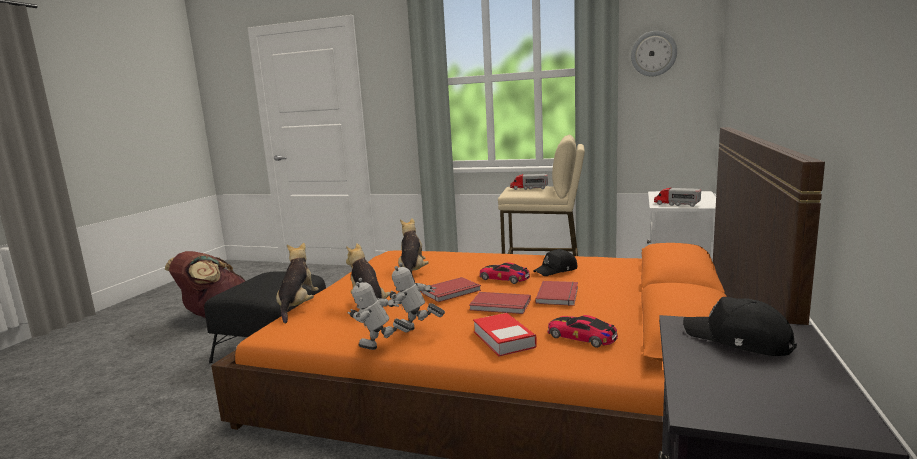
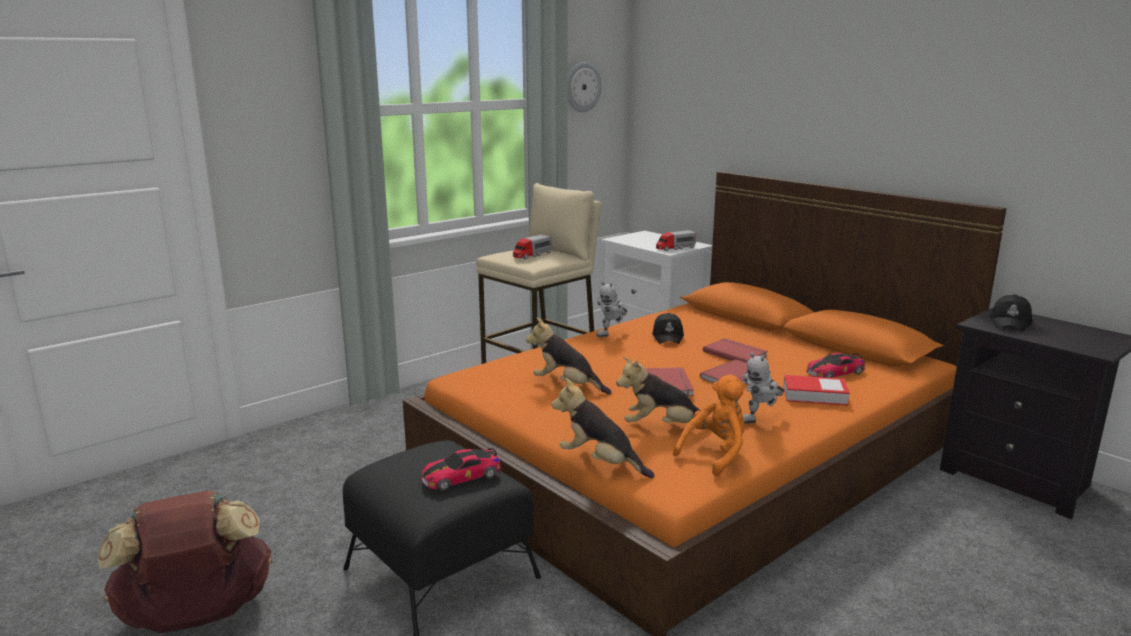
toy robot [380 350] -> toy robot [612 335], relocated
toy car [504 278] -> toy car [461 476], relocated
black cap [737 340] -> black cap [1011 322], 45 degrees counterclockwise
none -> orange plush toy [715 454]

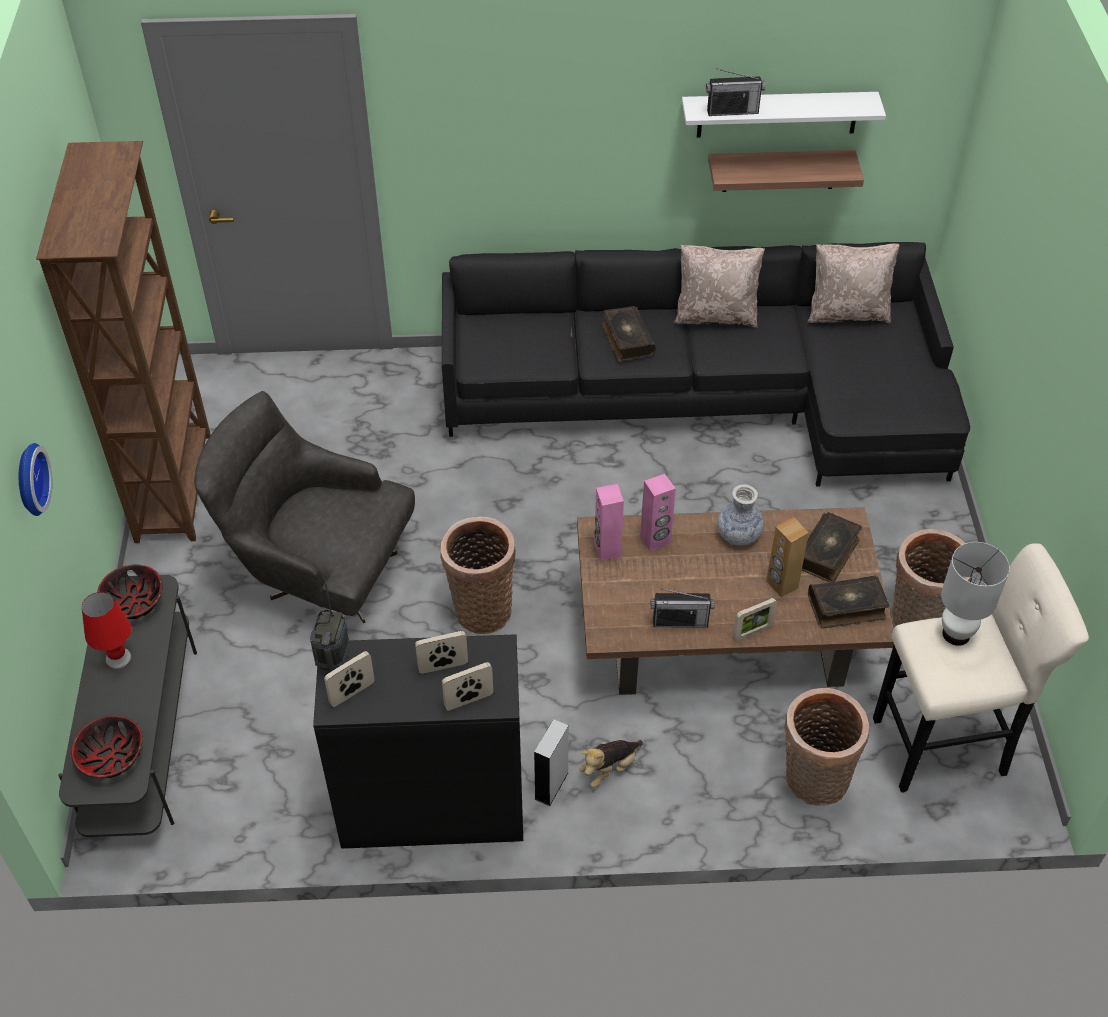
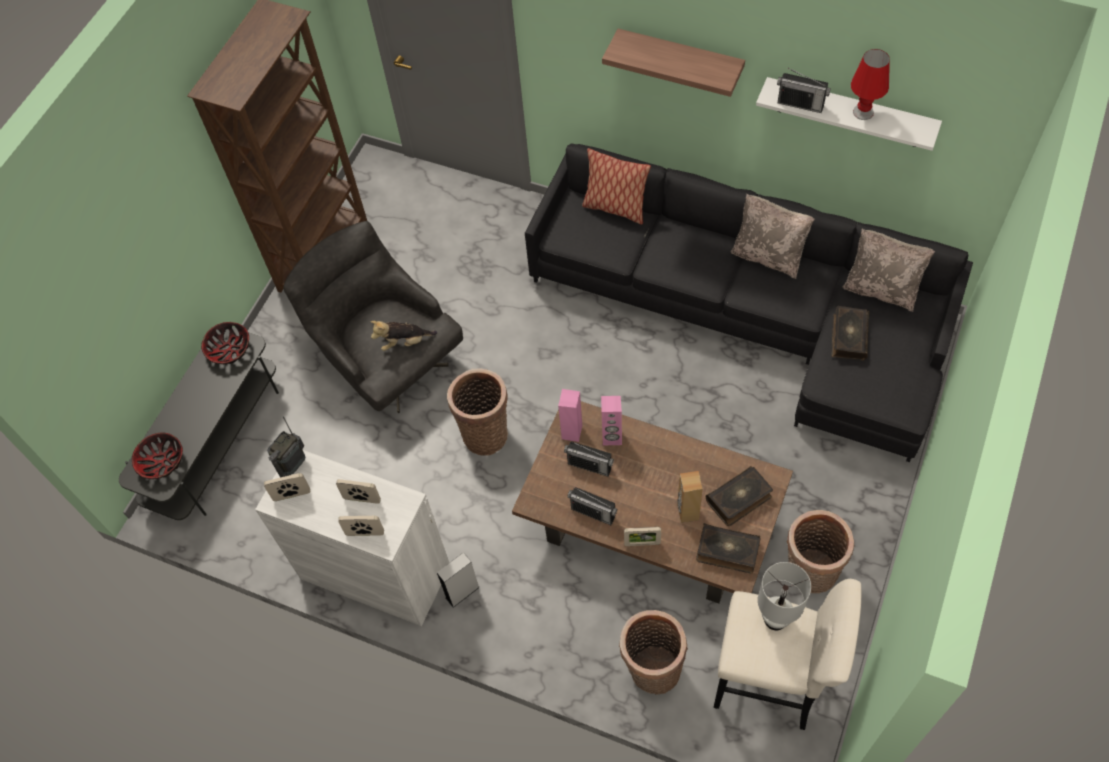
wall clock [28 479] -> none
red table lamp [118 658] -> red table lamp [863 112], relocated
black cabinet [432 804] -> white cabinet [375 572]
plush toy [609 768] -> plush toy [404 342], relocated
book [626 340] -> book [848 337], relocated
shelf [779 170] -> shelf [679 59], relocated
vase [738 535] -> none
none -> radio [589 465]
none -> pillow [615 208]

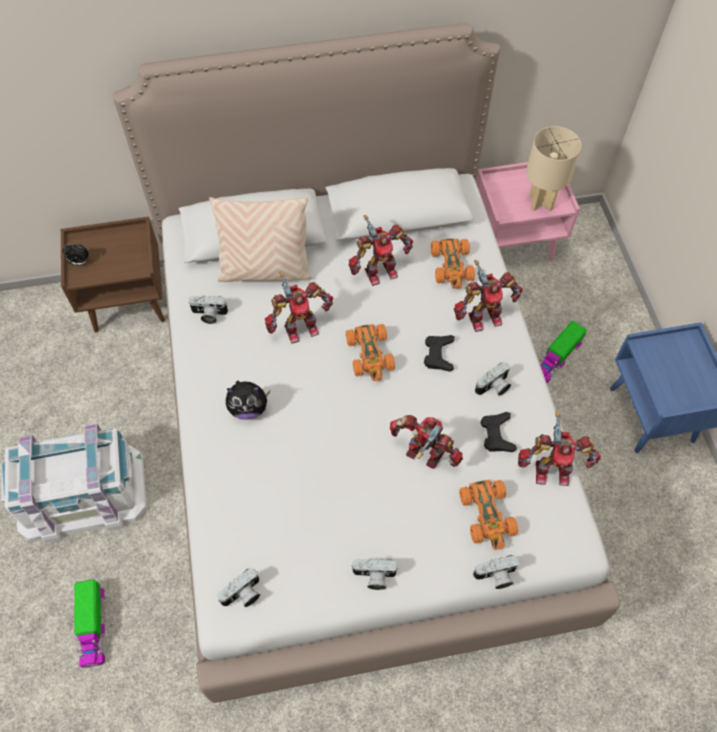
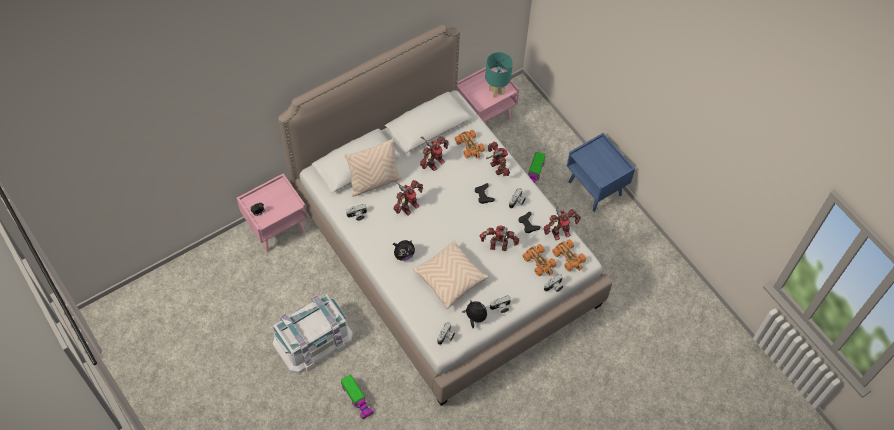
brown nightstand [129 302] -> pink nightstand [277 228]
orange toy car [370 355] -> orange toy car [569 257], relocated
toy robot [483 317] -> toy robot [497 168], 75 degrees counterclockwise
beige table lamp [540 202] -> turquoise table lamp [496 92]
none -> beige pillow [450 278]
none -> plush toy [475 318]

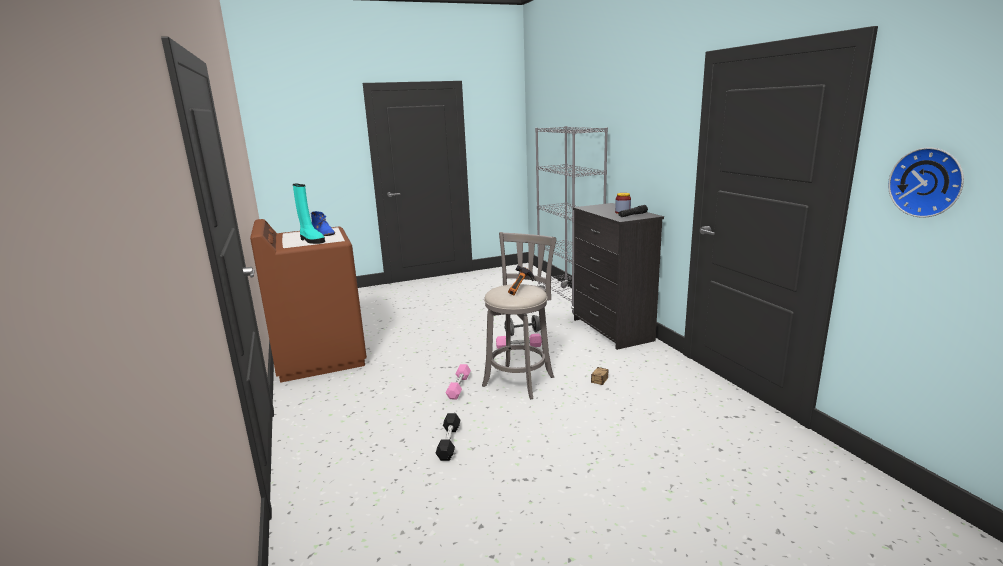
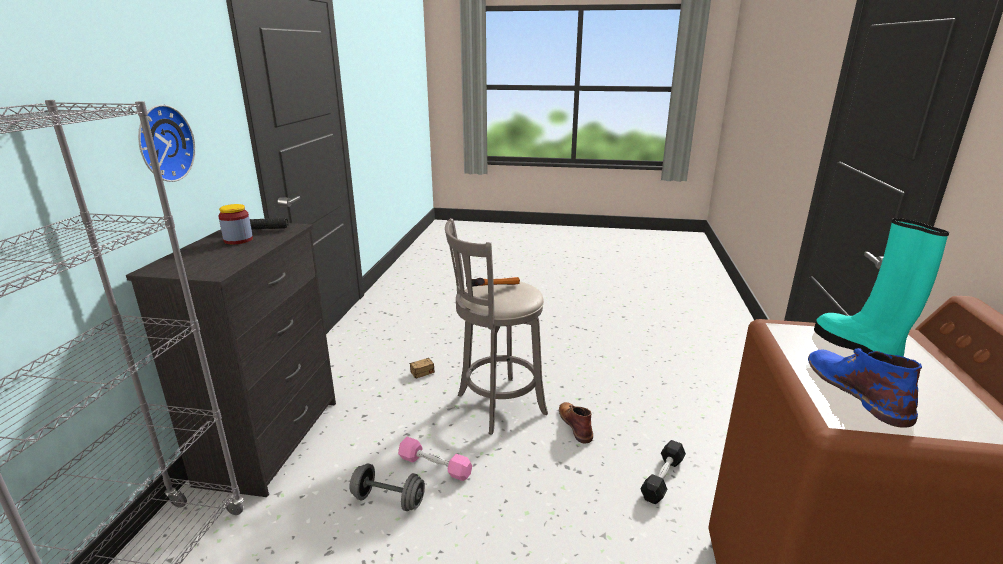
black dumbbell [449 442] -> black dumbbell [662 478], relocated
pink dumbbell [459 387] -> brown boot [575 424]
wall clock [927 182] -> wall clock [162 143], relocated

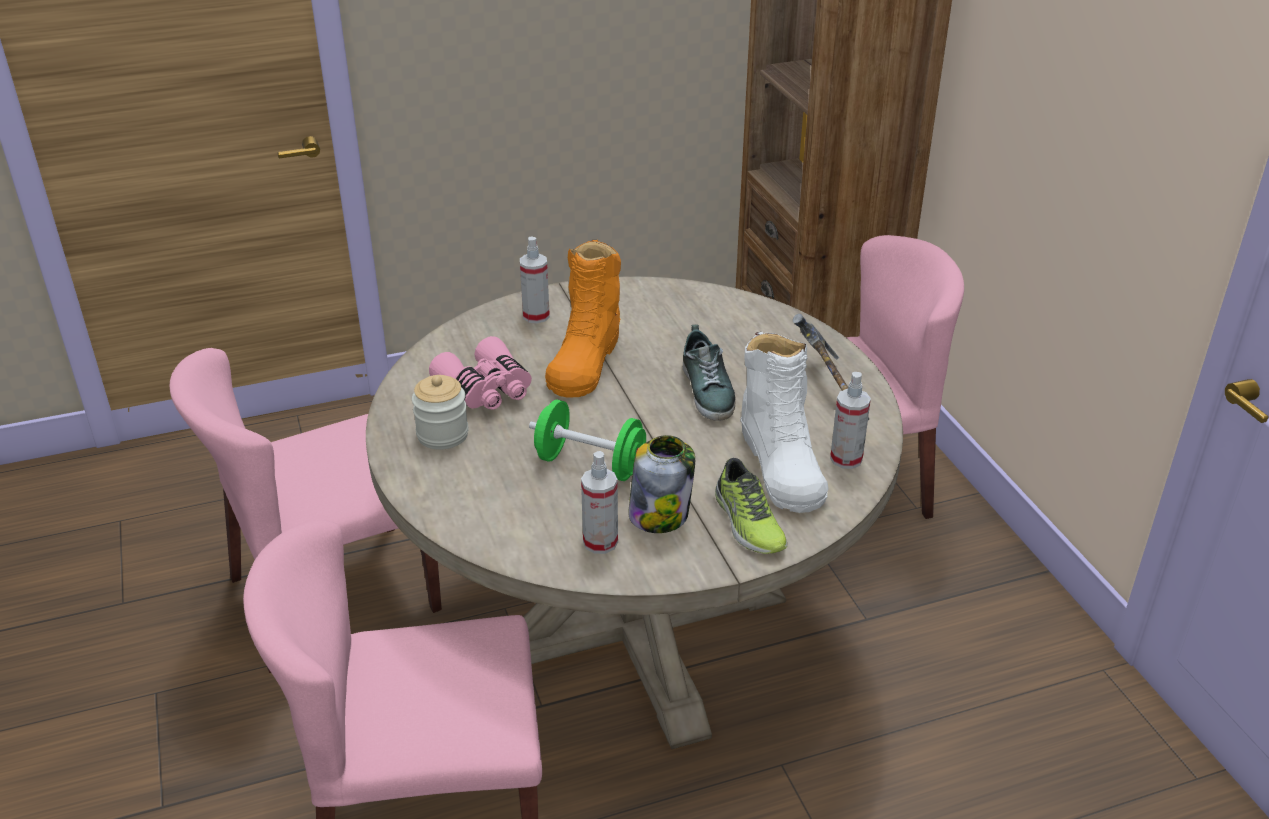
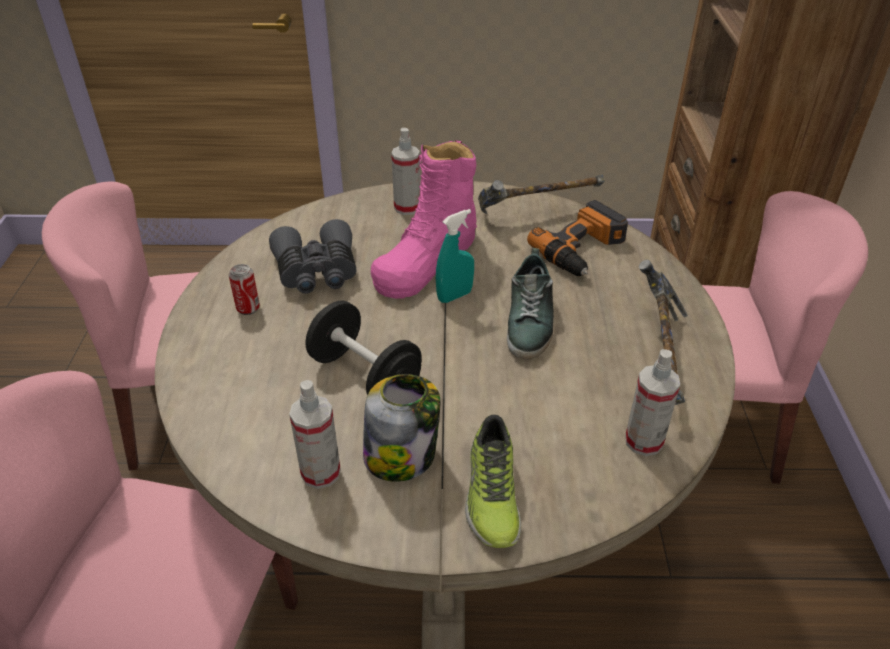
jar [442 435] -> can [248 308]
pink binoculars [486 390] -> grey binoculars [317 271]
green dumbbell [590 464] -> black dumbbell [365 376]
orange boot [585 360] -> pink boot [426 261]
white boot [781 464] -> none
none -> turquoise spray bottle [454 296]
none -> hammer [537 214]
none -> power drill [583 250]

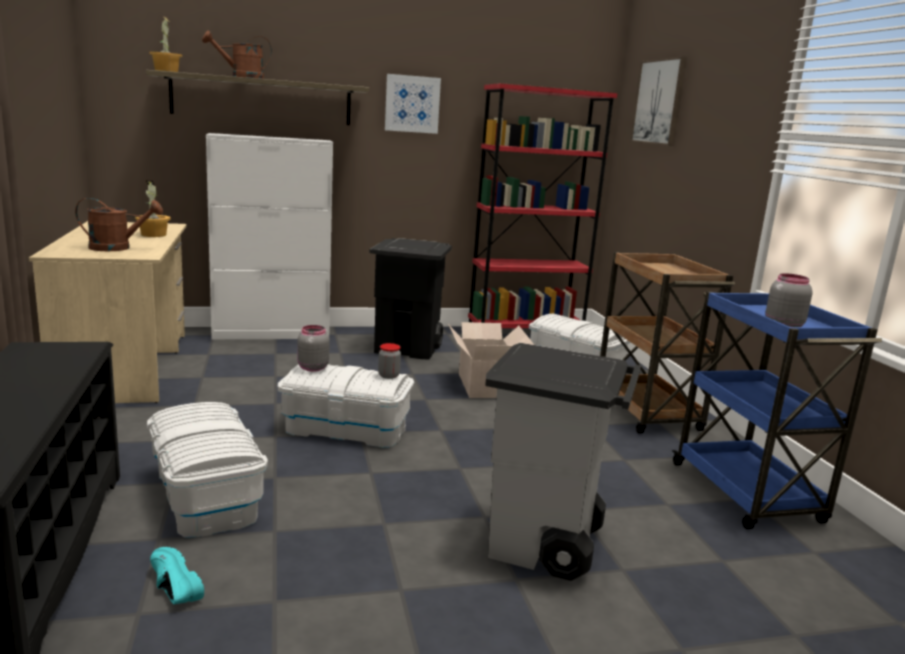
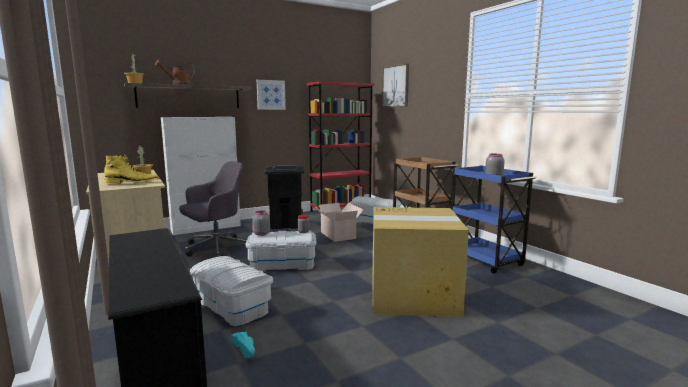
brown watering can [117 248] -> yellow boot [132 183]
turquoise shoe [170 590] -> turquoise shoe [247 349], 150 degrees counterclockwise
grey trash can [545 545] -> cardboard box [414 295]
none -> grey office chair [216 249]

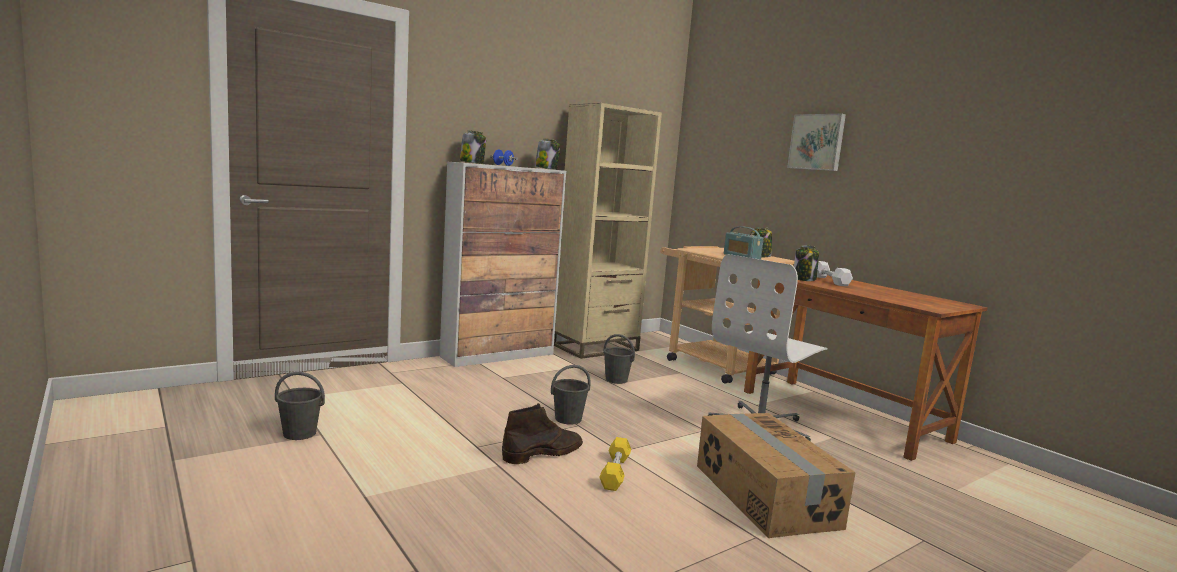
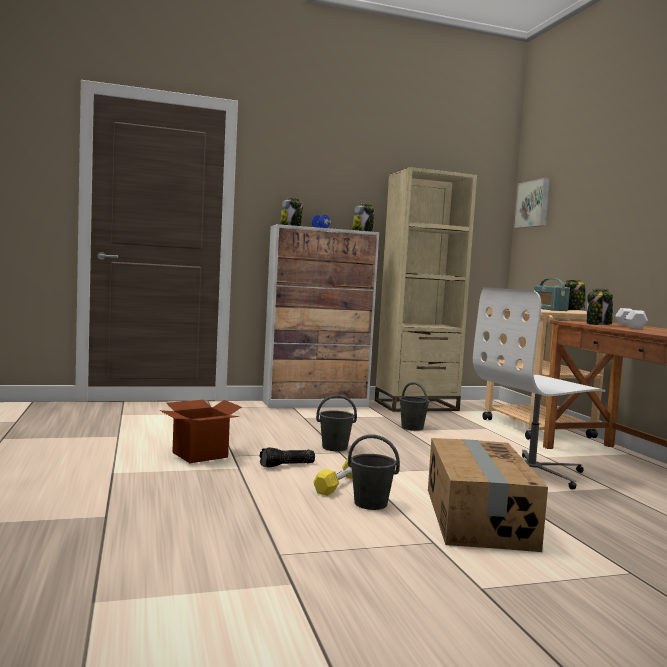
grey bucket [300 433] -> grey bucket [371 504], relocated
brown boot [543 453] -> flashlight [287 465]
picture [817 142] -> picture [533 204], relocated
none -> cardboard box [200 455]

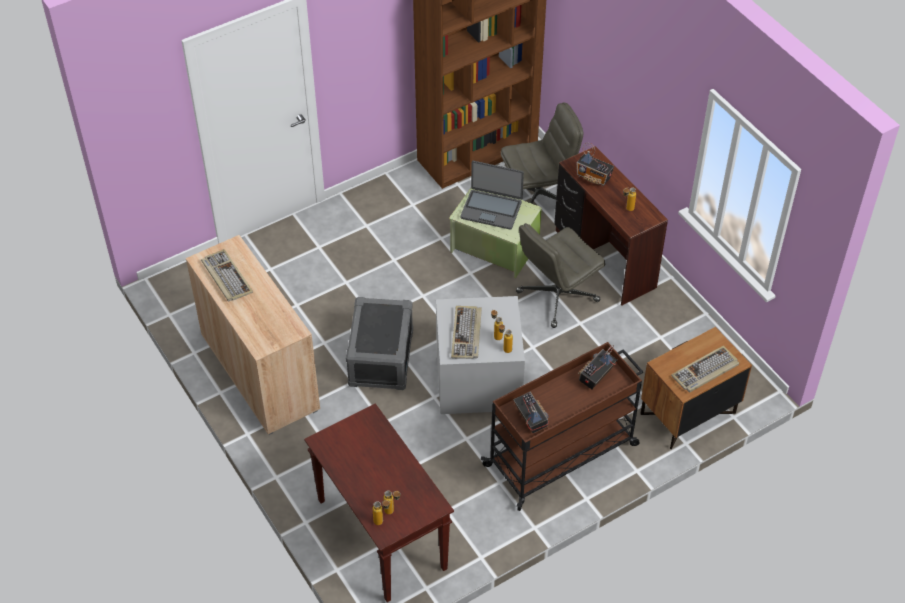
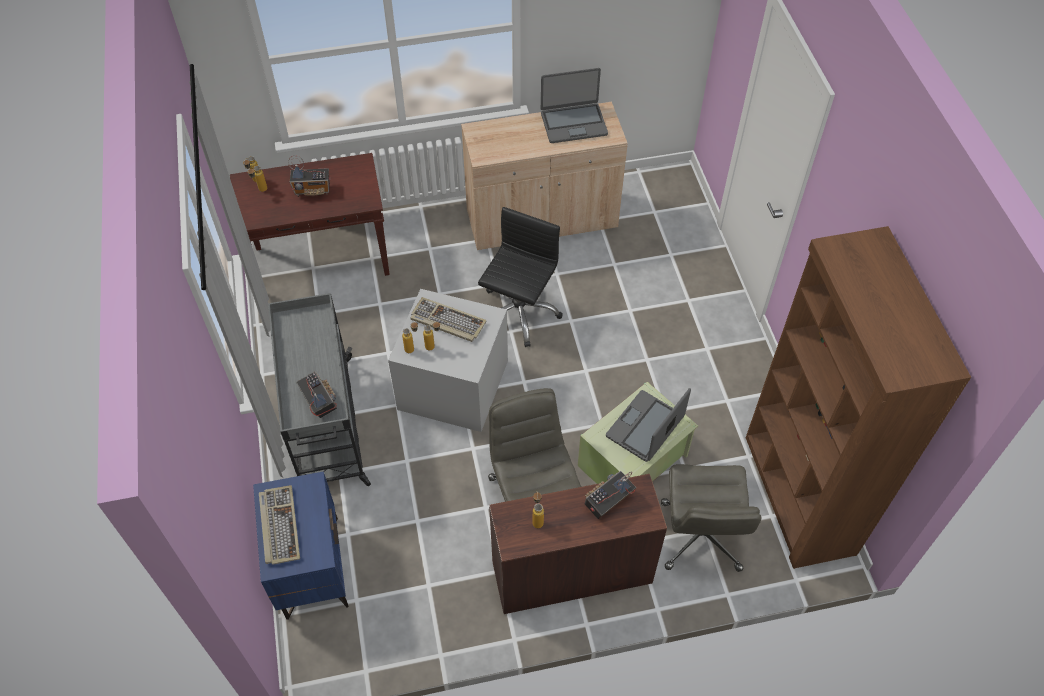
keyboard [226 277] -> laptop [573 123]
grey storage box [380 357] -> black office chair [518 312]
brown cart [562 454] -> grey cart [326 426]
radio [531 419] -> radio [313 190], relocated
brown nightstand [688 414] -> blue nightstand [311 567]

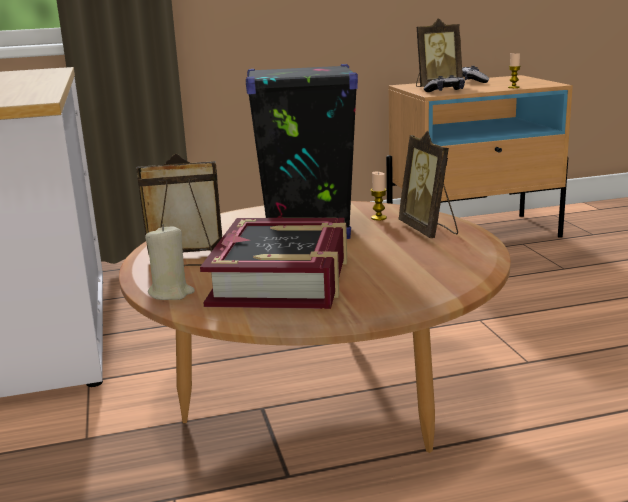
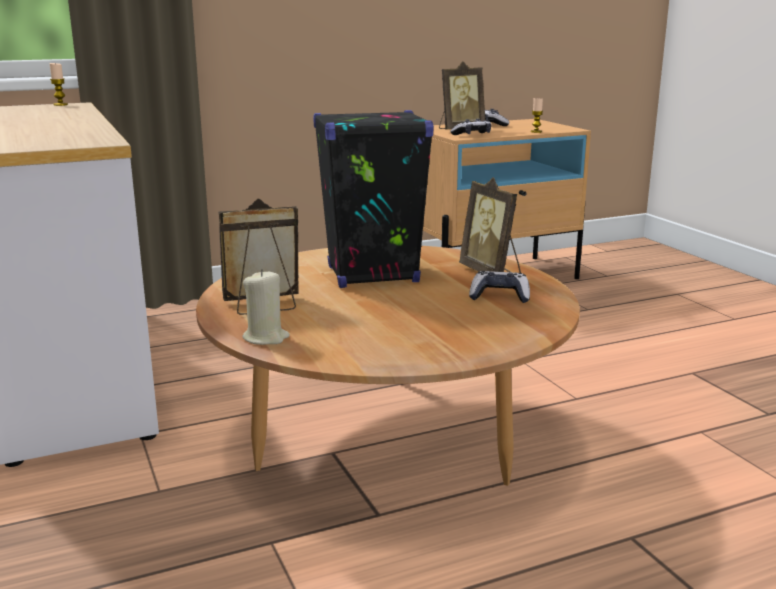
book [282 278] -> none
candle [378 218] -> candle [60 104], relocated
none -> game controller [499 296]

